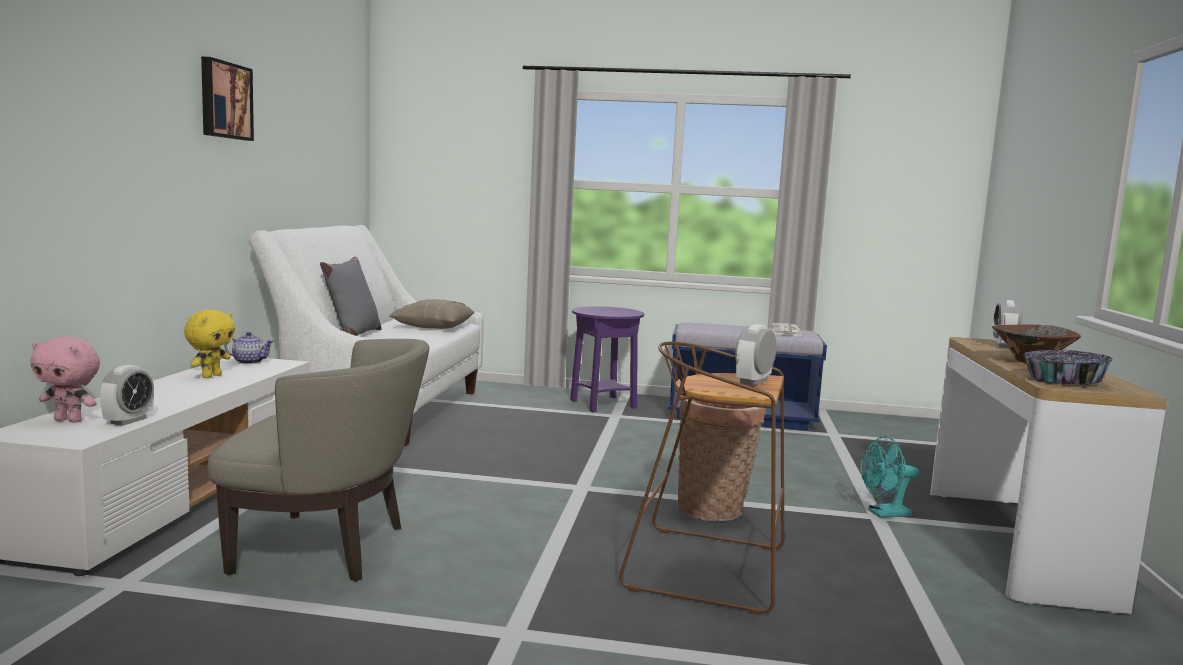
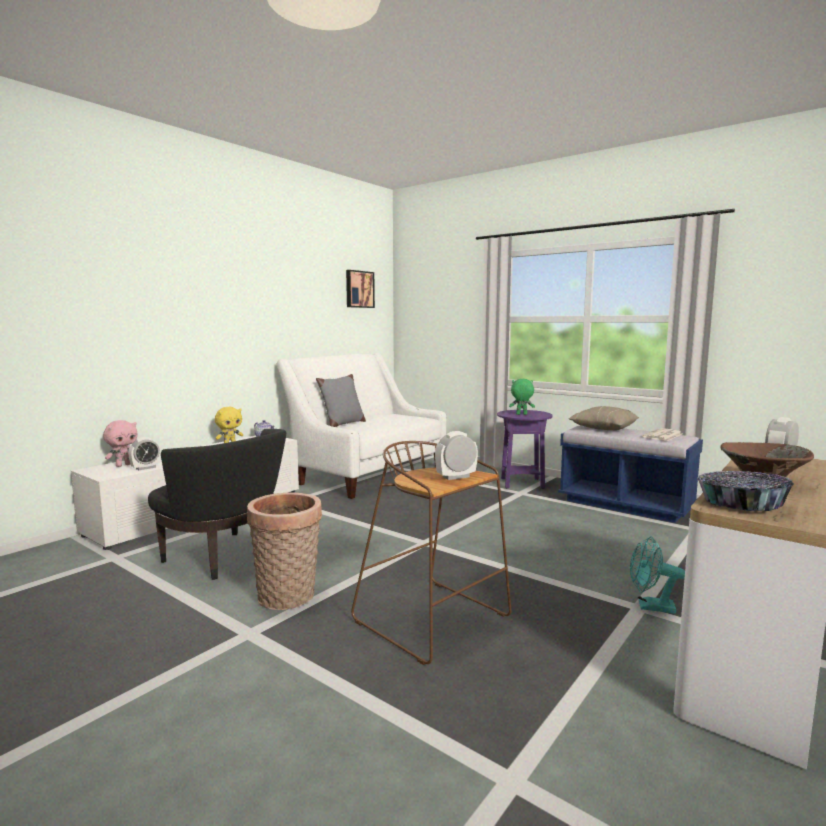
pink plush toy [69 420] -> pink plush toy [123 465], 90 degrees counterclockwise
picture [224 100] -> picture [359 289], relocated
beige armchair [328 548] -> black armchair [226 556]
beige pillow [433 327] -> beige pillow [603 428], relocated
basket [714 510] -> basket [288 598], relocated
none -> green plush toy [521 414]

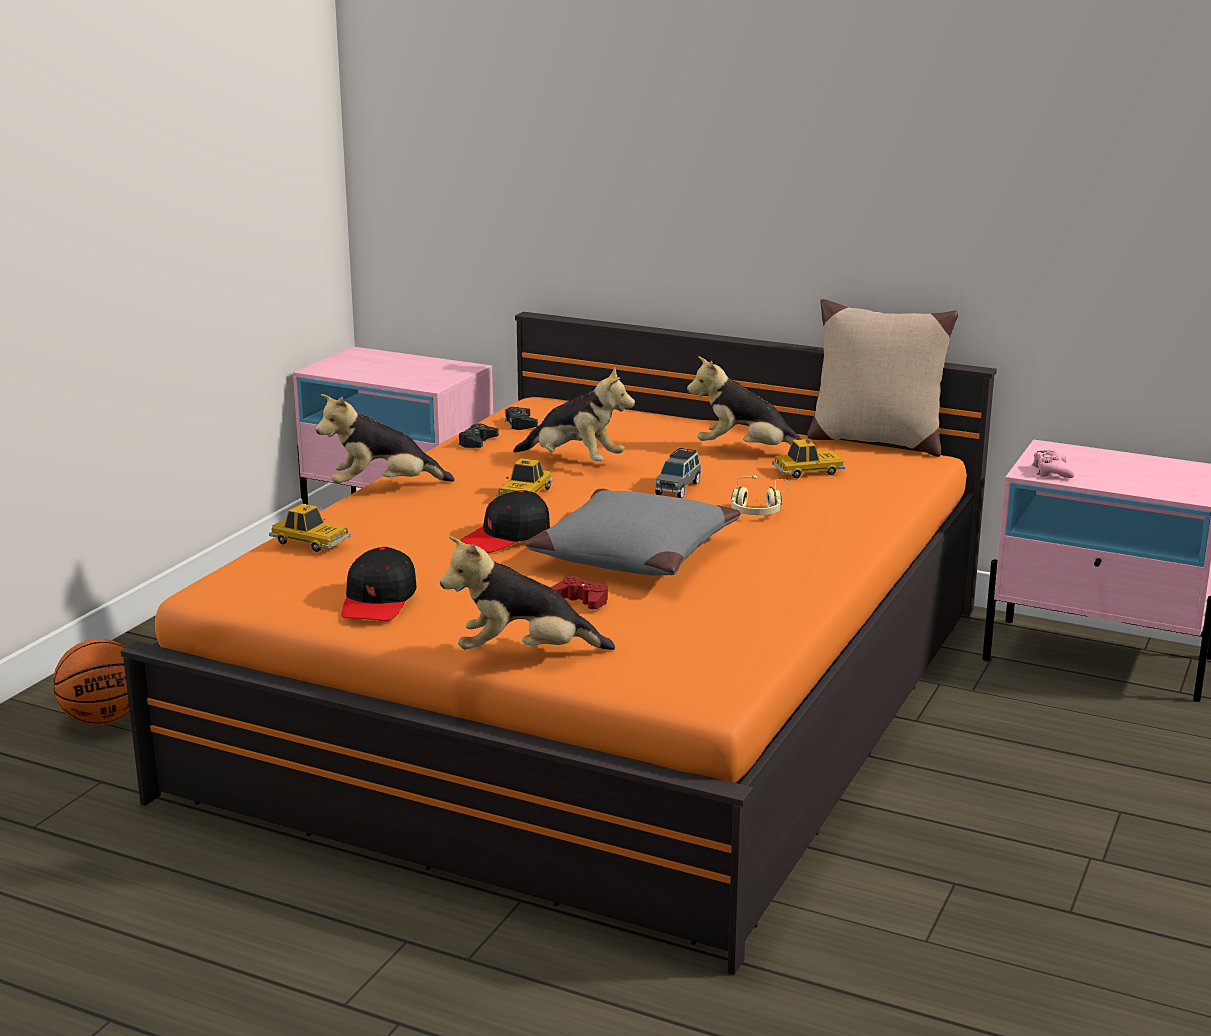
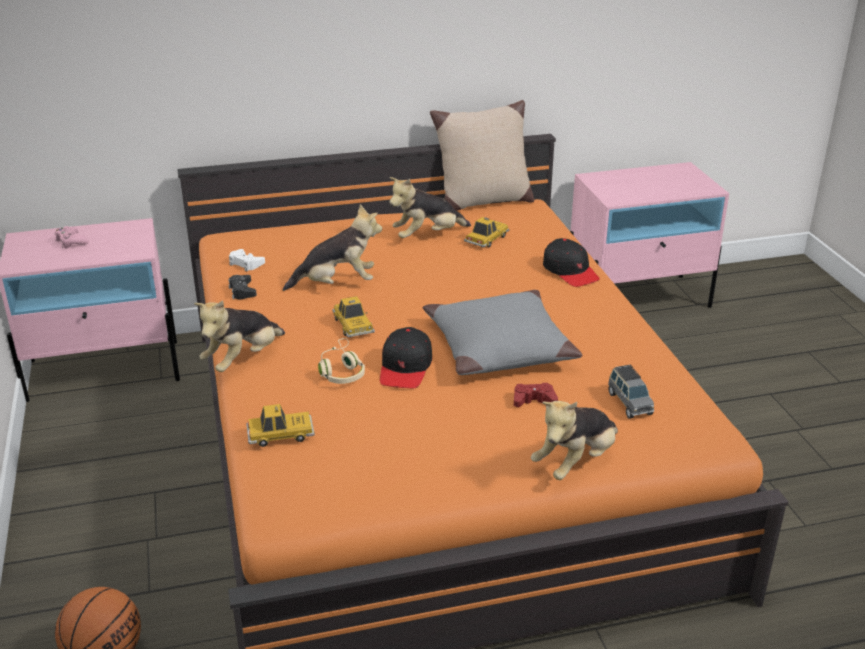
black cap [379 601] -> black cap [570 271], relocated
black game controller [520 424] -> white game controller [246 263]
grey toy car [678 488] -> grey toy car [629 403], relocated
beige headphones [759 509] -> beige headphones [341 371], relocated
pink game controller [1051 472] -> pink game controller [71 242], relocated

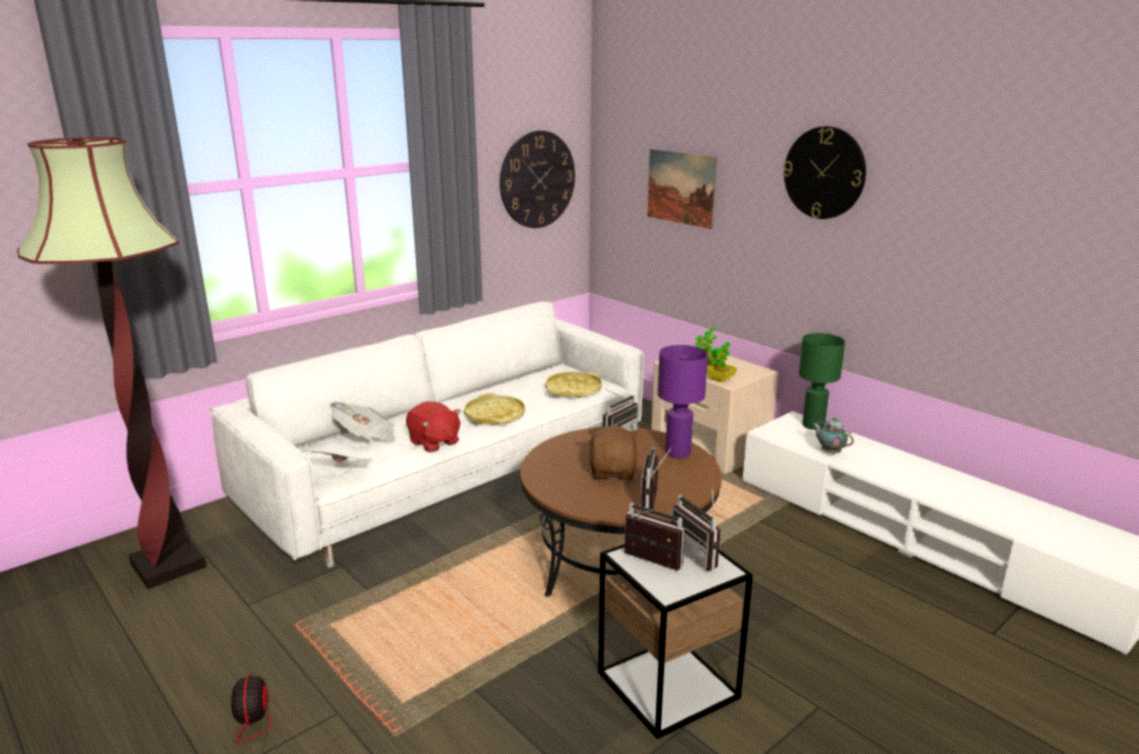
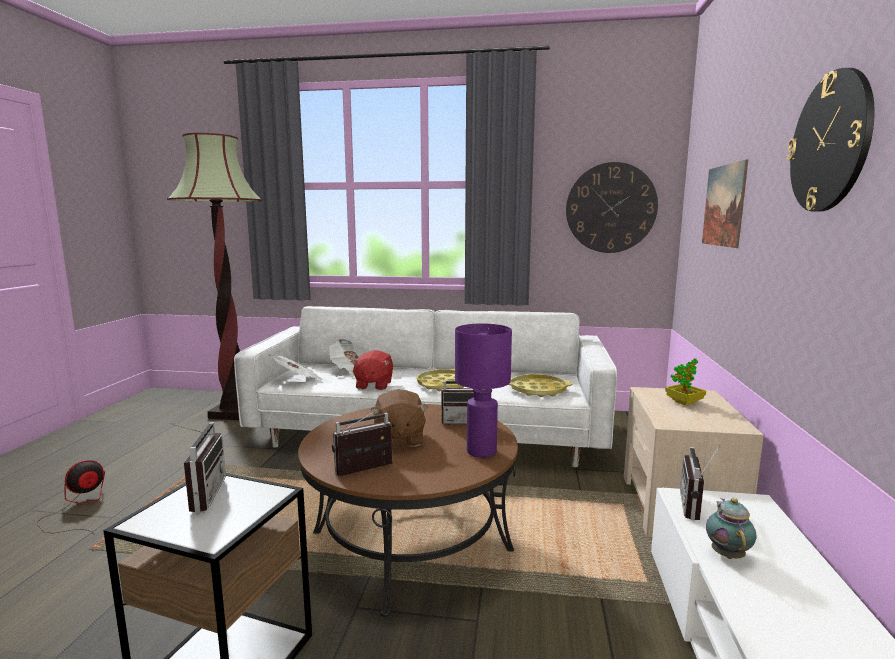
brown plush toy [613 471] -> brown plush toy [399 439], 120 degrees clockwise
radio [699 554] -> radio [697 508], relocated
potted plant [719 379] -> none
green table lamp [813 425] -> none

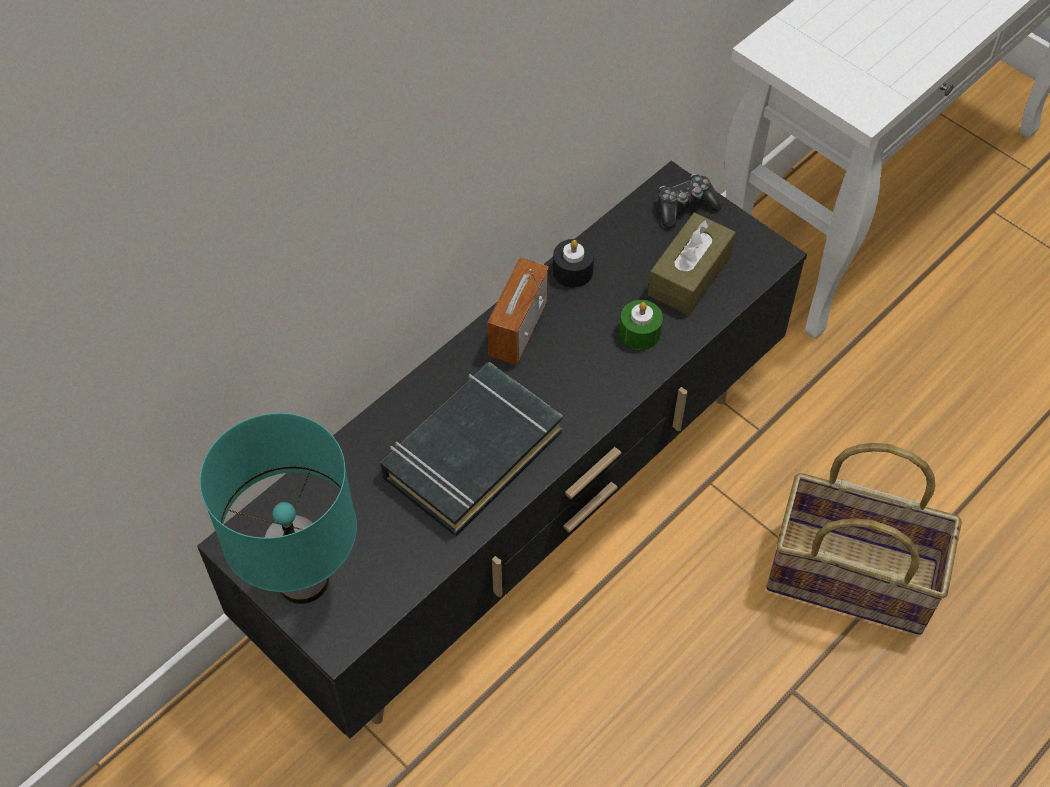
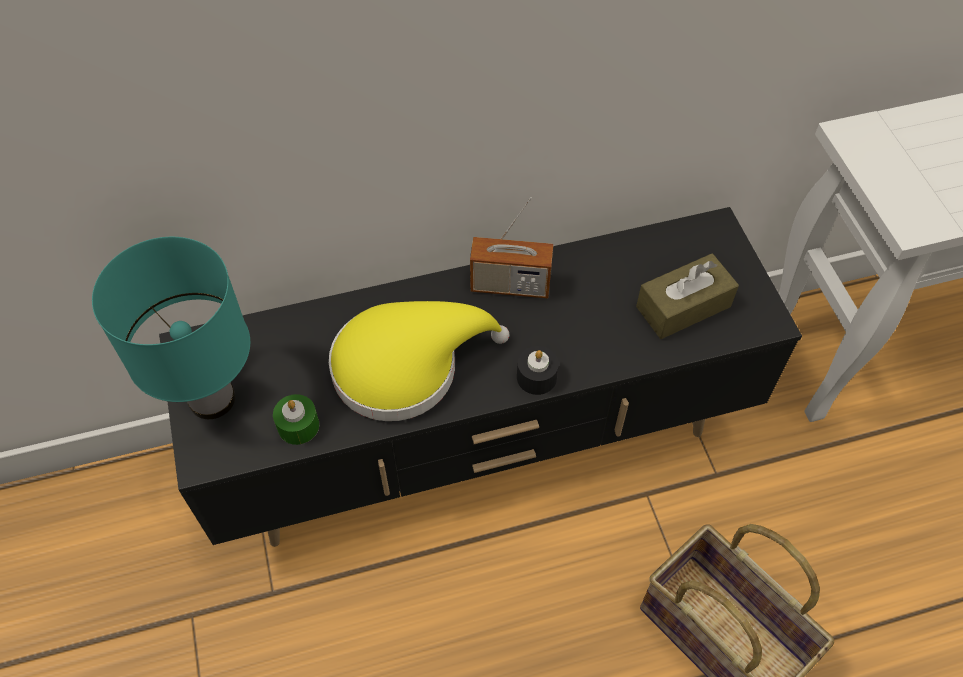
black book [471 453] -> yellow hat [405 365]
radio [518 329] -> radio [510 285], 135 degrees counterclockwise
black candle [572 271] -> black candle [536 377], relocated
green candle [640 332] -> green candle [298 426], relocated
game controller [685 207] -> none

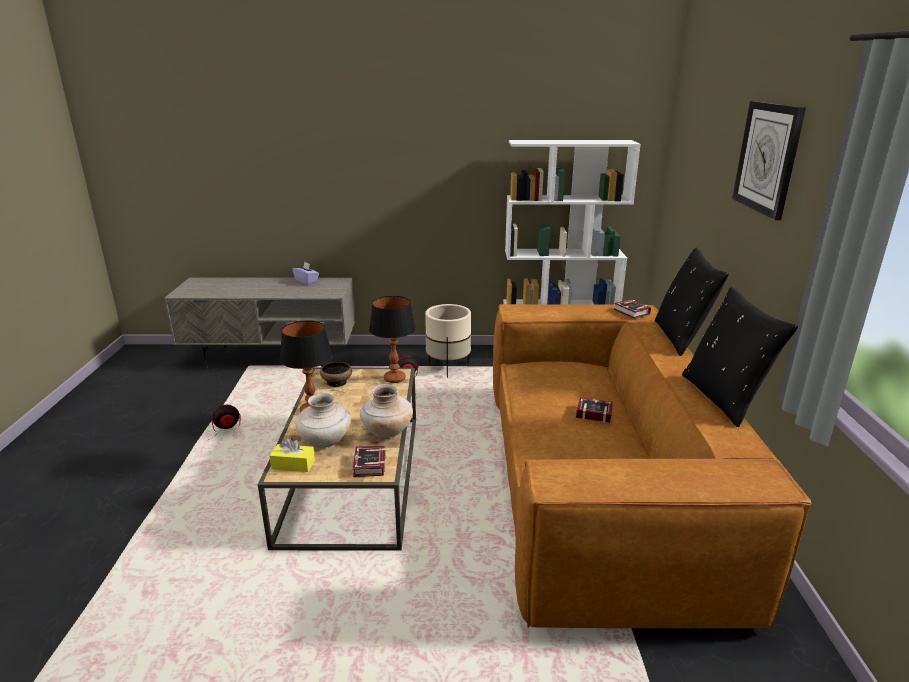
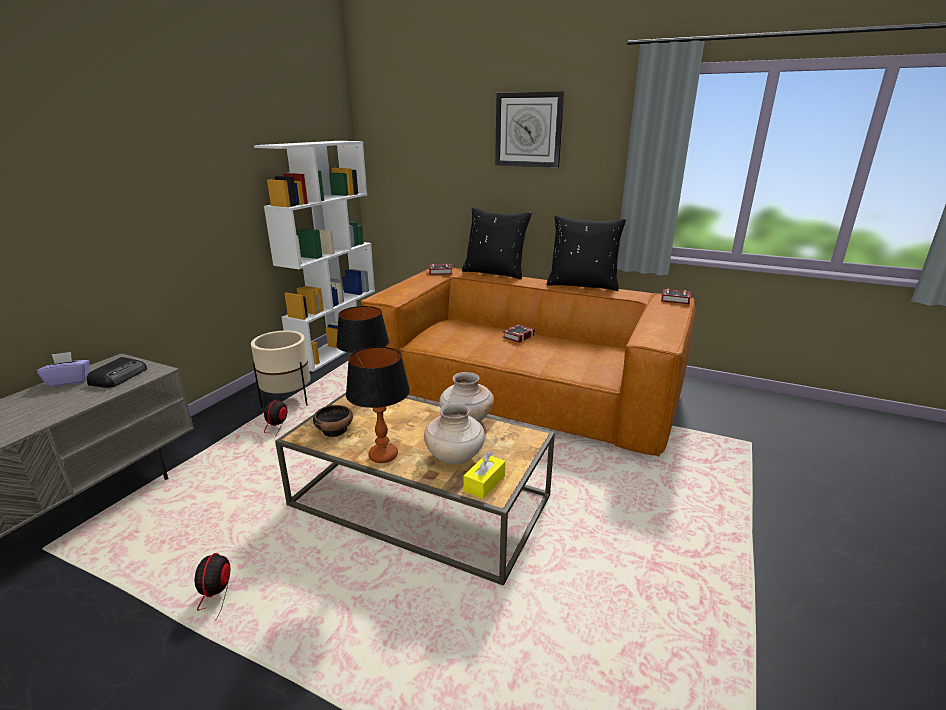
book [368 466] -> book [676 300], relocated
none -> radio [119 376]

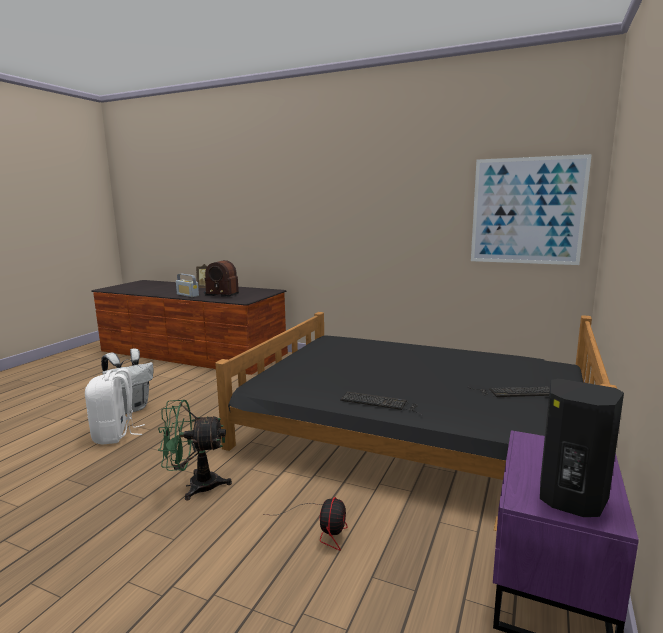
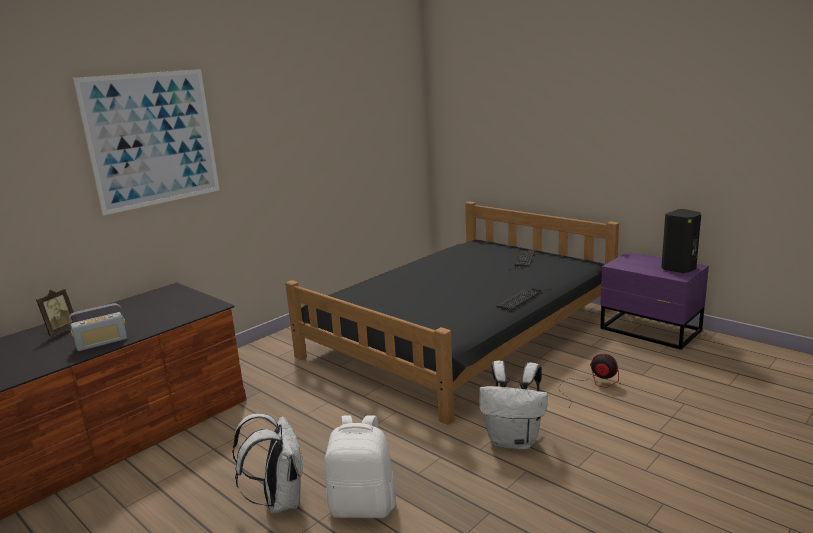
green fan [195 486] -> white backpack [514 440]
radio [221 293] -> none
picture [527 211] -> picture [152 139], relocated

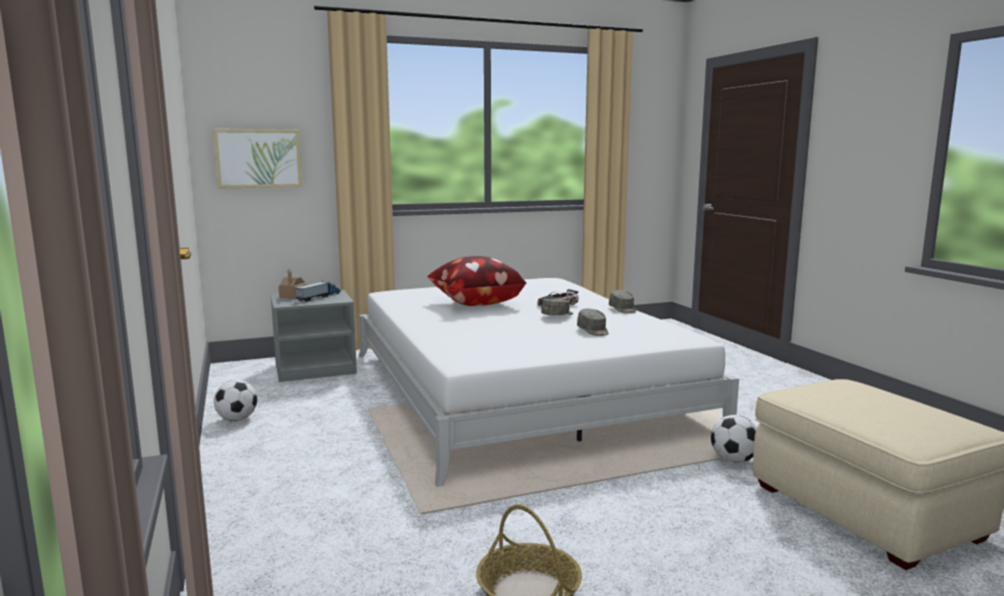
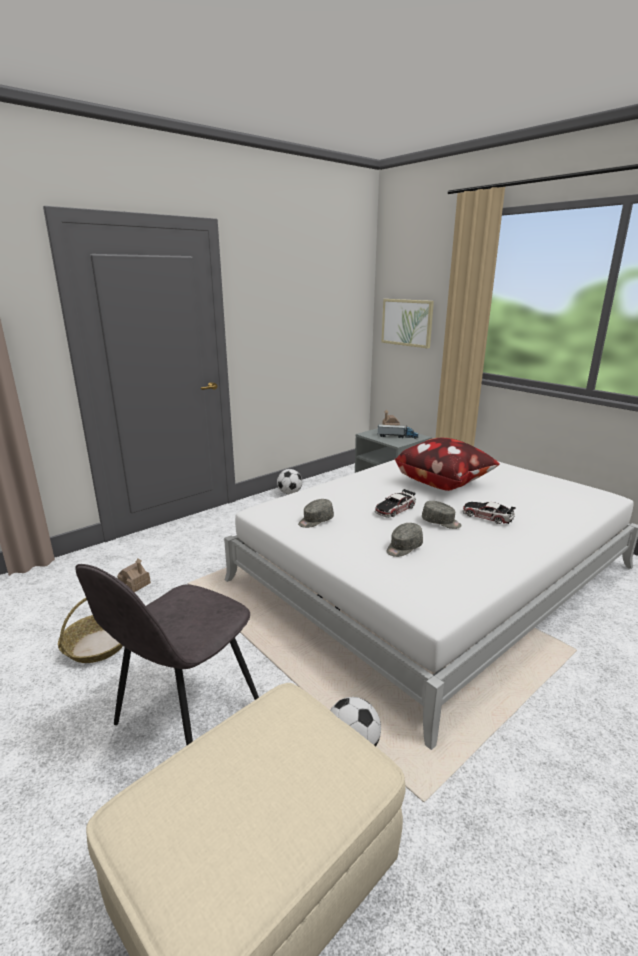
grey cap [623 309] -> grey cap [315 521], relocated
none -> grey chair [185 716]
none -> toy house [135 584]
none -> toy car [395 509]

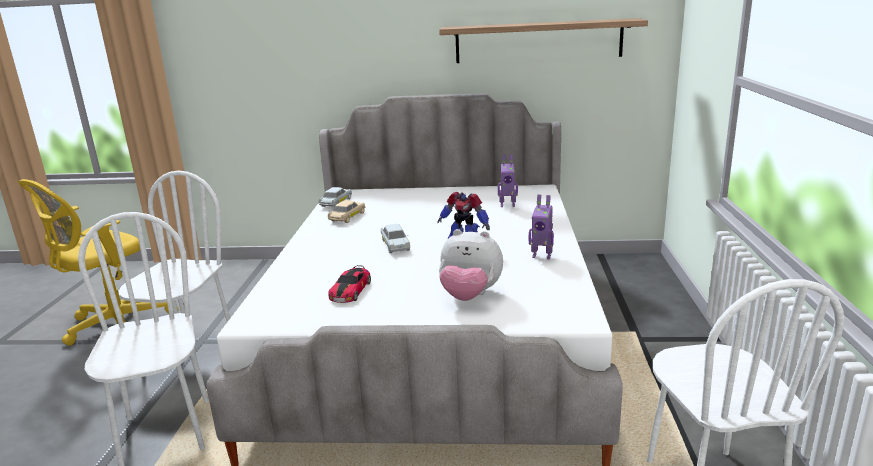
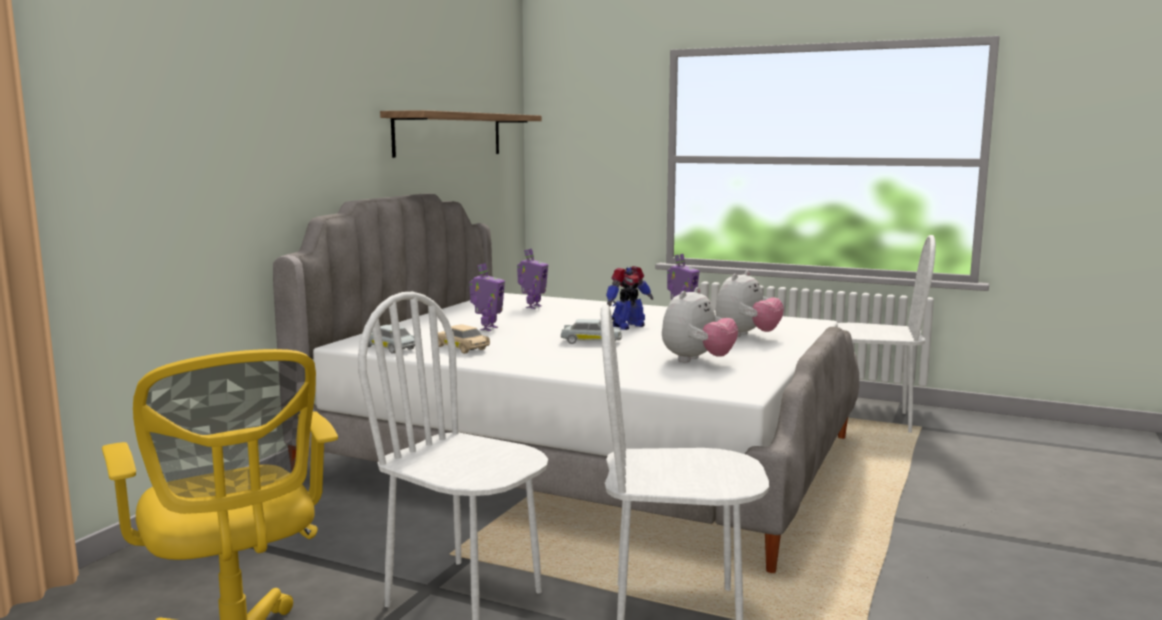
toy car [351 291] -> plush toy [697 361]
none -> toy robot [487 328]

